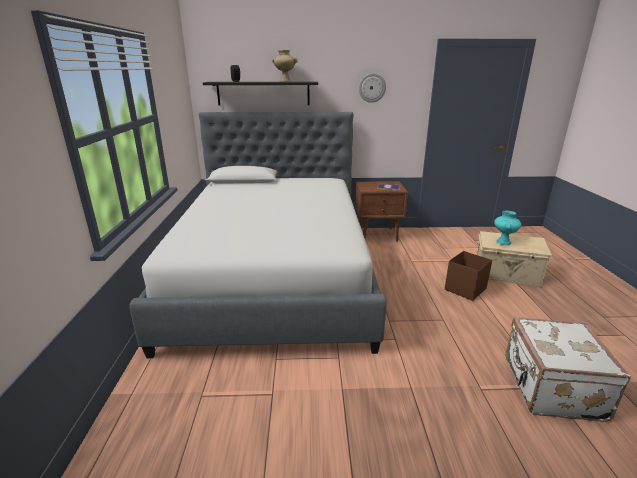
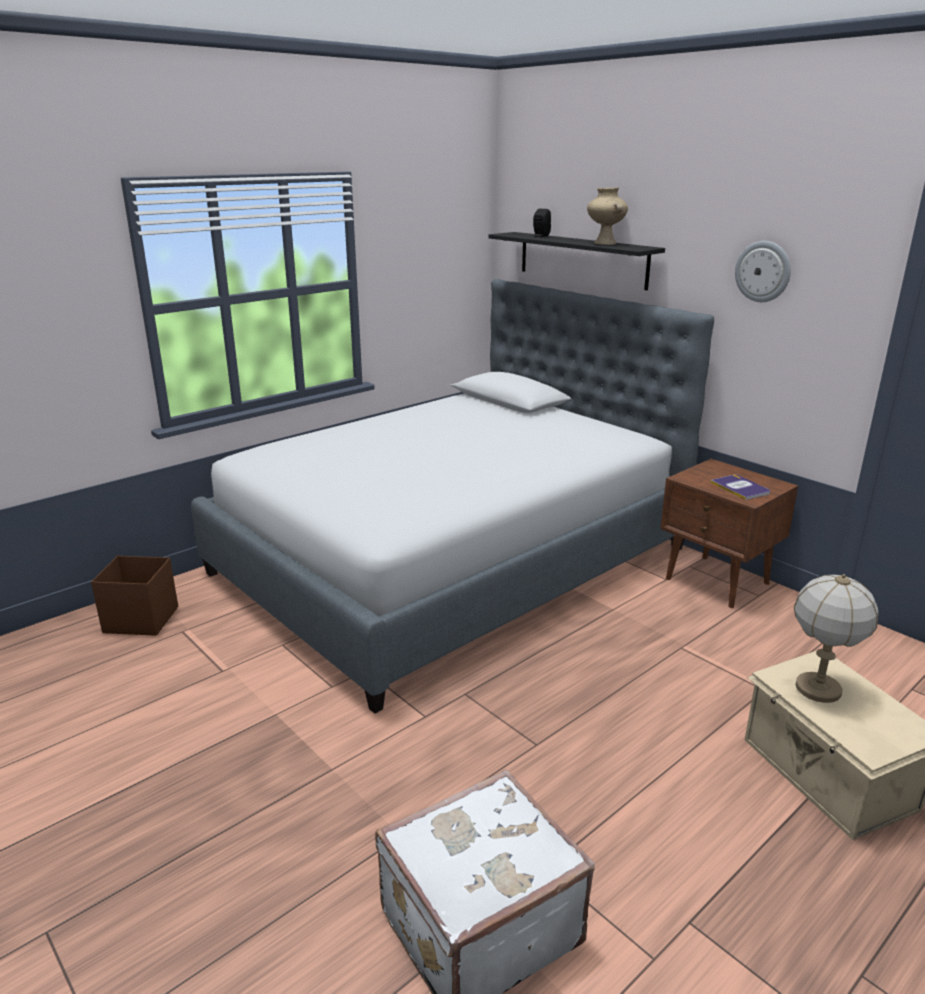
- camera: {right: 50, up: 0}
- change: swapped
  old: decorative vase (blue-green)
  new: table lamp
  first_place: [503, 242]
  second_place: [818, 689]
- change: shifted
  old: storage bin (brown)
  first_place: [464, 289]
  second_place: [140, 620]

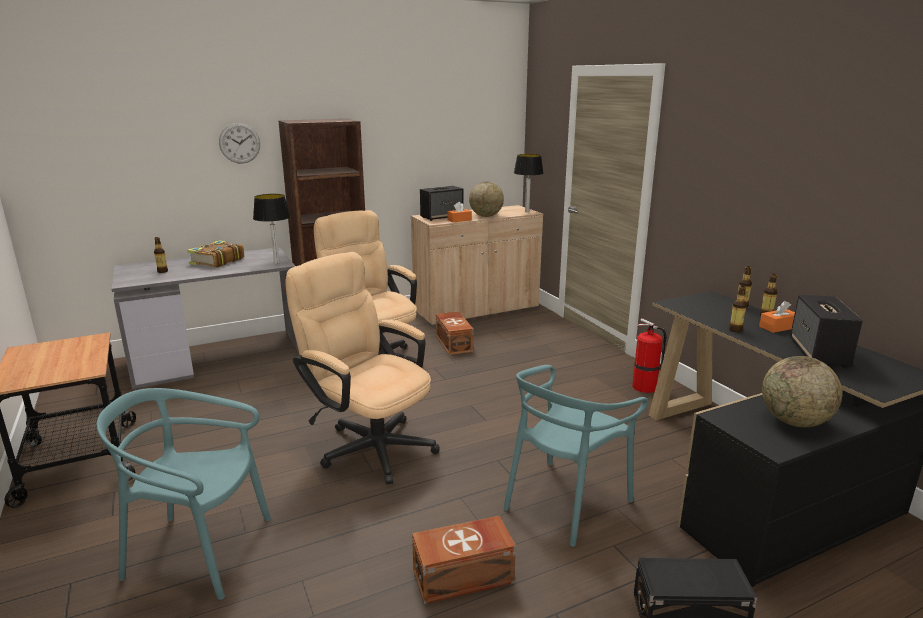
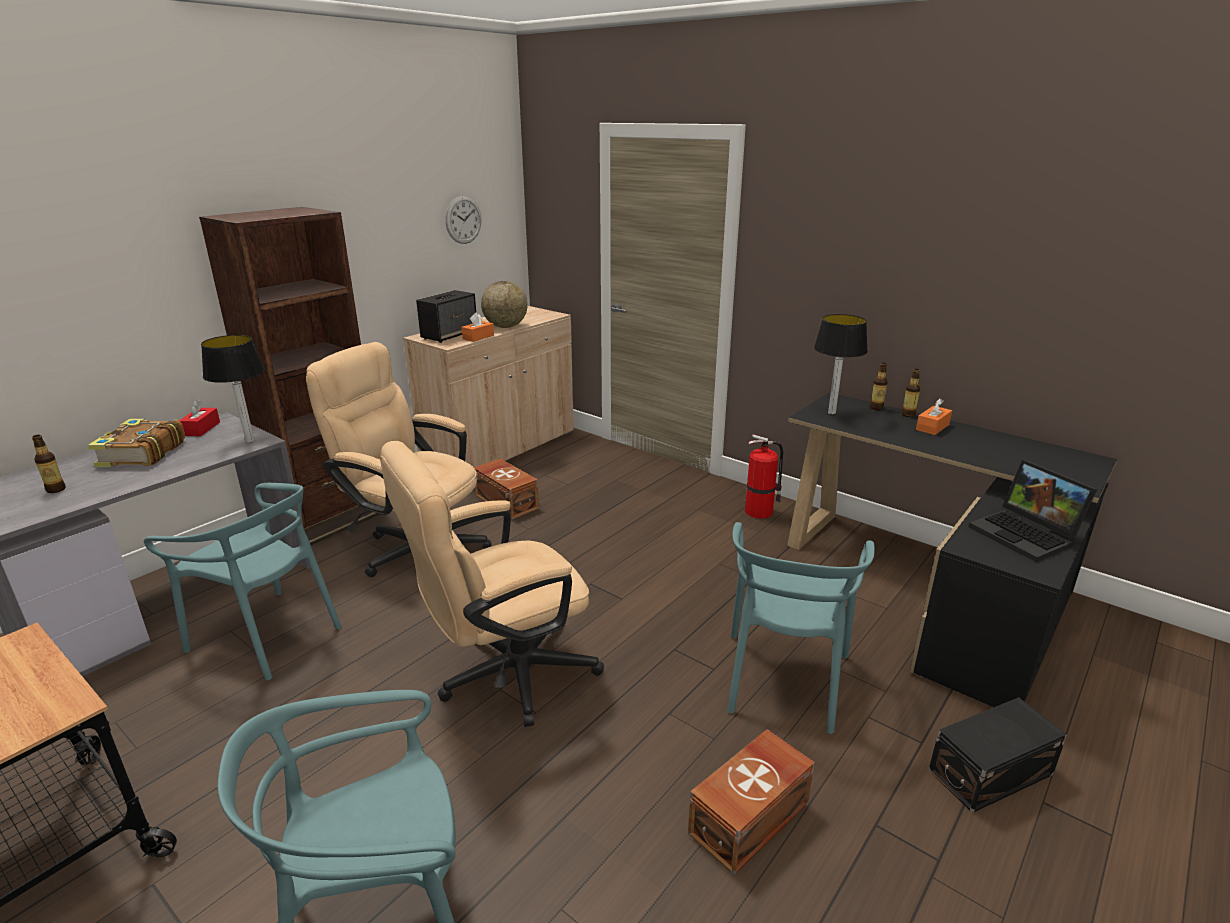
- camera: {right: -25, up: 5}
- change: shifted
  old: wall clock
  first_place: [239, 143]
  second_place: [463, 220]
- change: shifted
  old: table lamp
  first_place: [527, 212]
  second_place: [832, 413]
- change: rotated
  old: computer chair (sand-coloured)
  first_place: [369, 444]
  second_place: [504, 675]
  degrees: -45
- change: gone
  old: drink bottle
  first_place: [735, 330]
- change: gone
  old: speaker
  first_place: [819, 353]
- change: swapped
  old: globe
  new: portable computer
  first_place: [794, 422]
  second_place: [1026, 535]
- change: new
  new: tissue box (red)
  second_place: [201, 429]
- change: new
  new: plain chair (blue-green)
  second_place: [267, 635]

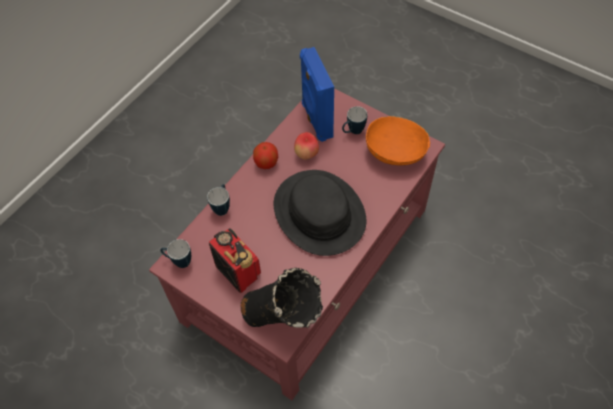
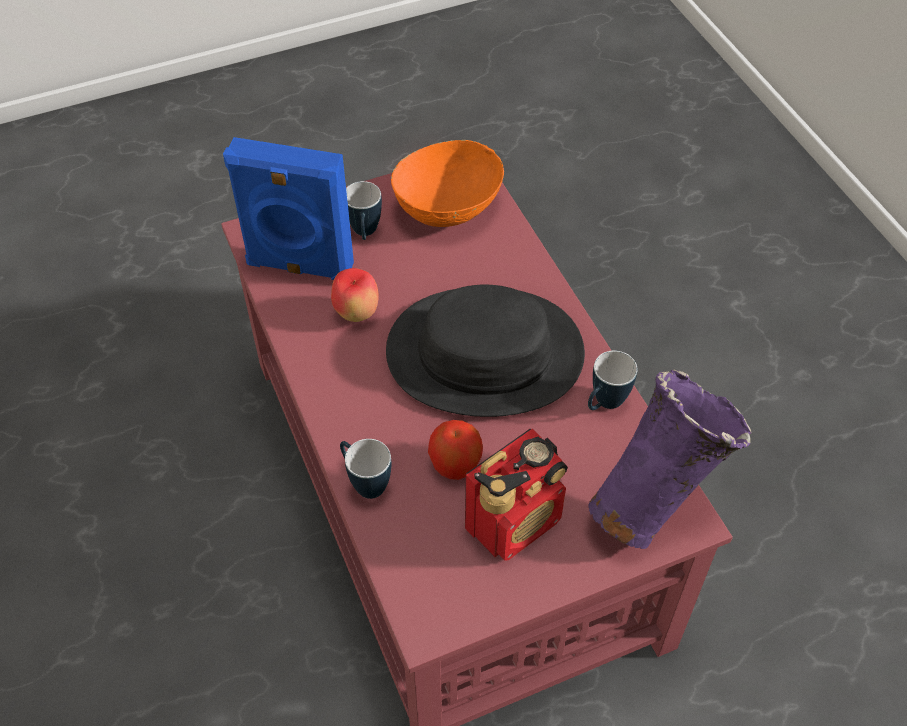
- camera: {right: -60, up: -5}
- change: shifted
  old: apple fruit
  first_place: [266, 163]
  second_place: [455, 464]
- change: rotated
  old: radio set
  first_place: [238, 271]
  second_place: [514, 522]
  degrees: 150
- change: shifted
  old: mug
  first_place: [179, 261]
  second_place: [604, 404]
- change: repainted
  old: decorative vase (black-coloured)
  new: decorative vase (purple-coloured)
  first_place: [284, 321]
  second_place: [656, 502]

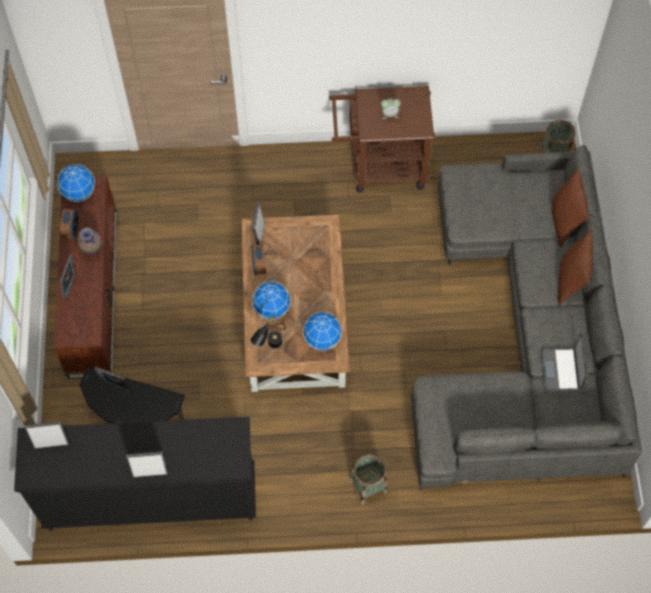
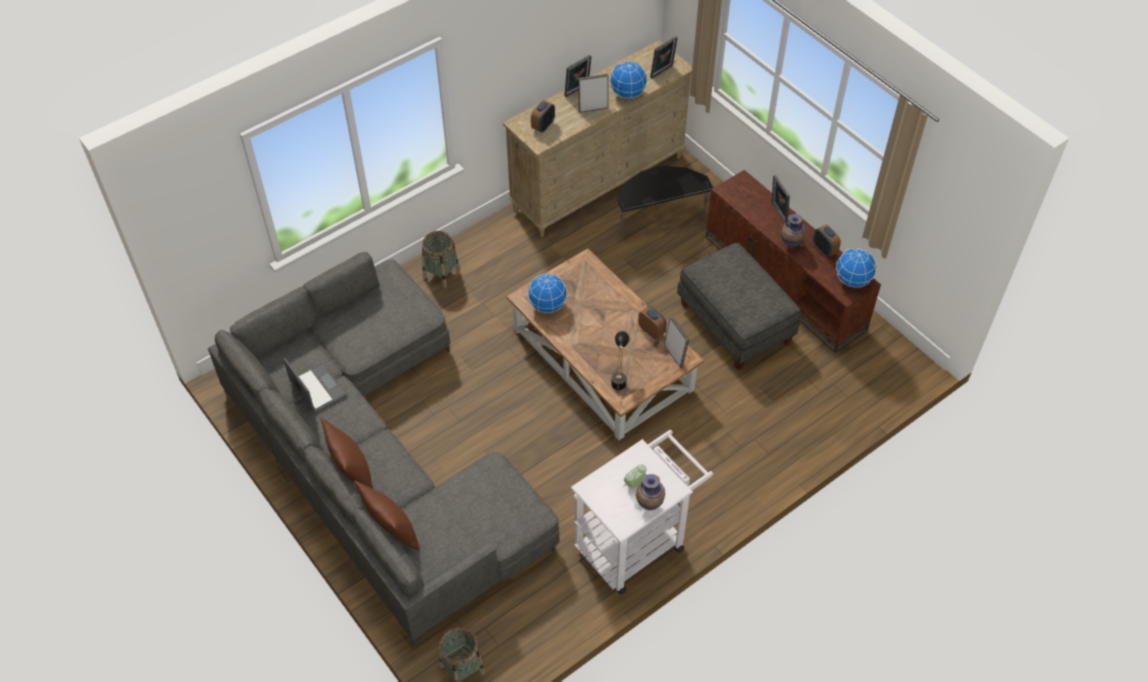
- camera: {right: 145, up: -10}
- change: repainted
  old: trolley (brown)
  new: trolley (white)
  first_place: [380, 167]
  second_place: [637, 541]
- change: shifted
  old: globe
  first_place: [272, 309]
  second_place: [627, 94]
- change: shifted
  old: table lamp (black-coloured)
  first_place: [270, 346]
  second_place: [619, 378]
- change: shifted
  old: photo frame
  first_place: [116, 388]
  second_place: [593, 108]
- change: repainted
  old: chest of drawers (black-coloured)
  new: chest of drawers (sand-coloured)
  first_place: [150, 499]
  second_place: [599, 182]
- change: new
  new: bedside clock
  second_place: [543, 126]
- change: new
  new: ottoman (gray)
  second_place: [736, 323]
- change: new
  new: decorative vase
  second_place: [649, 505]

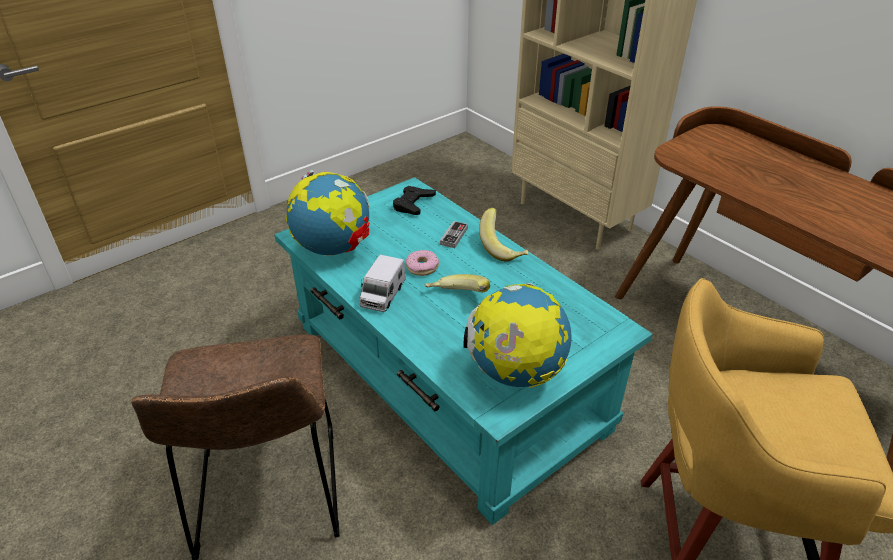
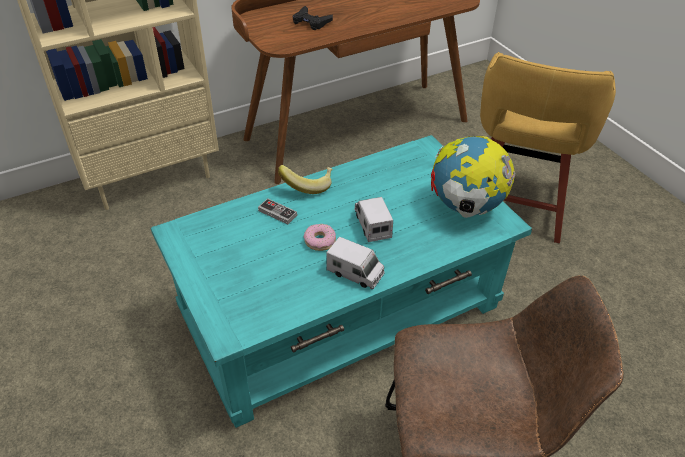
- camera: {right: -80, up: 5}
- change: gone
  old: globe
  first_place: [333, 248]
- change: shifted
  old: joypad (black-coloured)
  first_place: [413, 204]
  second_place: [311, 22]
- change: swapped
  old: banana
  new: model truck
  first_place: [456, 299]
  second_place: [372, 225]

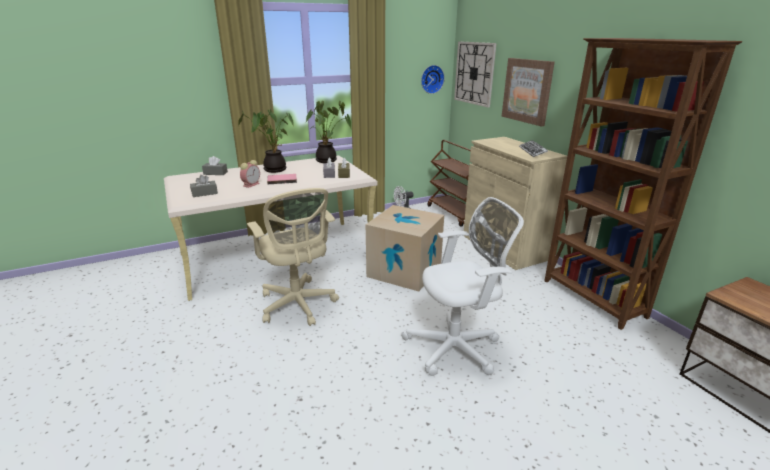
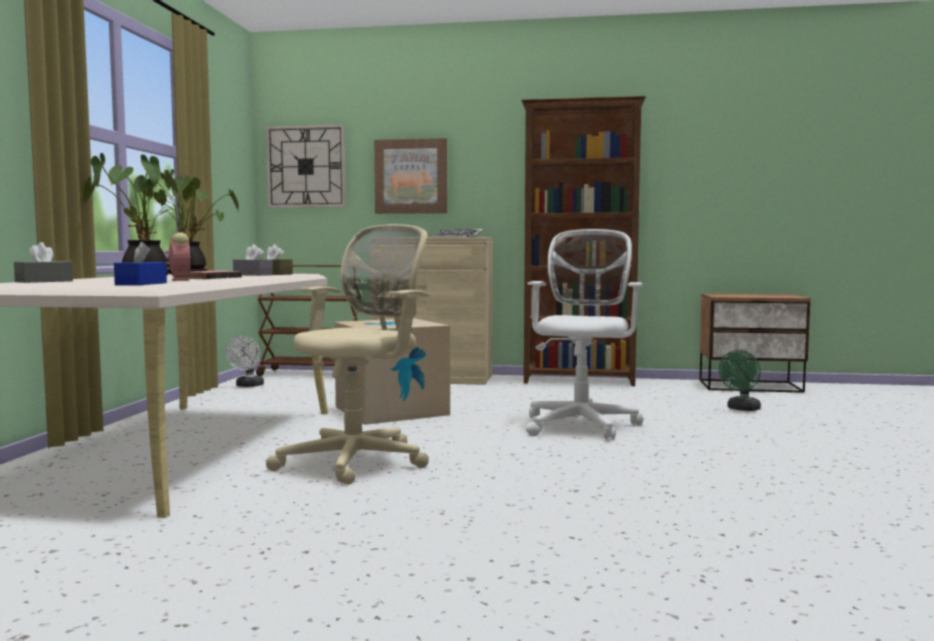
- camera: {right: -55, up: -20}
- change: gone
  old: wall clock
  first_place: [431, 79]
- change: repainted
  old: tissue box (gray)
  new: tissue box (blue-coloured)
  first_place: [204, 193]
  second_place: [141, 284]
- change: rotated
  old: computer chair (sand-coloured)
  first_place: [298, 305]
  second_place: [358, 460]
  degrees: -60
- change: new
  new: fan (green-coloured)
  second_place: [741, 409]

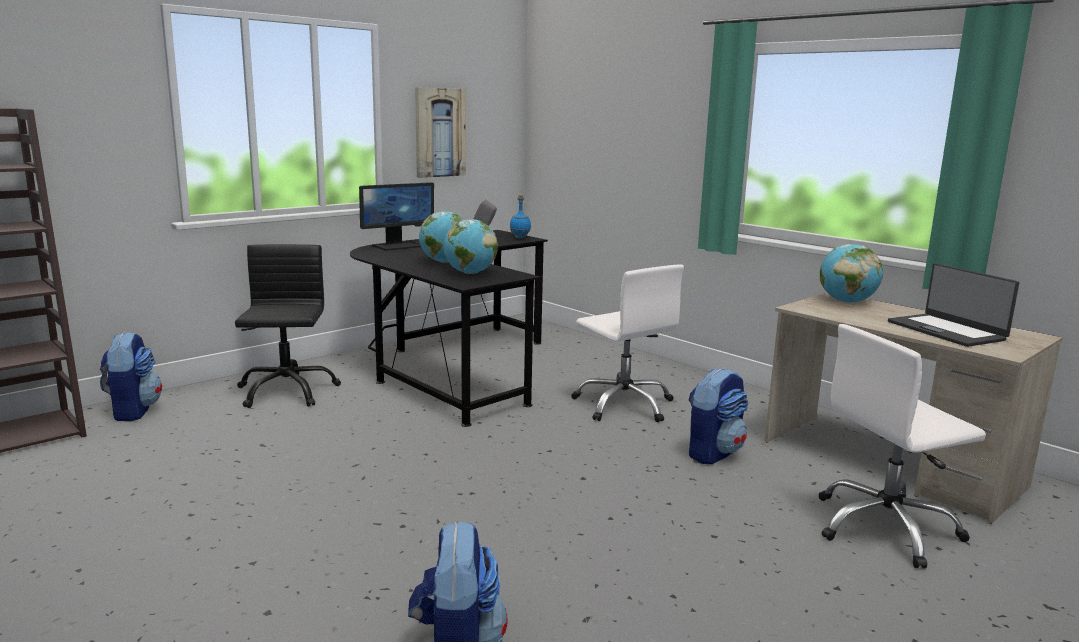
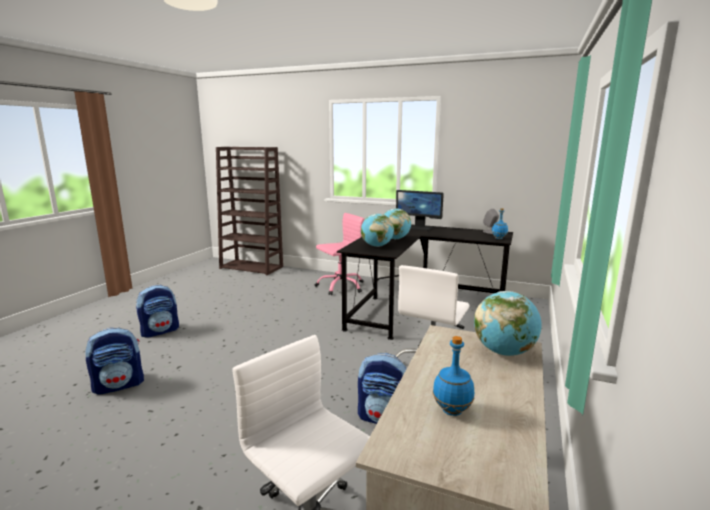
- camera: {right: 65, up: 0}
- change: gone
  old: picture
  first_place: [439, 132]
- change: repainted
  old: computer chair (black-coloured)
  new: computer chair (pink-coloured)
  first_place: [286, 391]
  second_place: [340, 286]
- change: swapped
  old: portable computer
  new: drink bottle (blue-coloured)
  first_place: [946, 331]
  second_place: [452, 411]
- change: shifted
  old: backpack
  first_place: [133, 411]
  second_place: [160, 331]

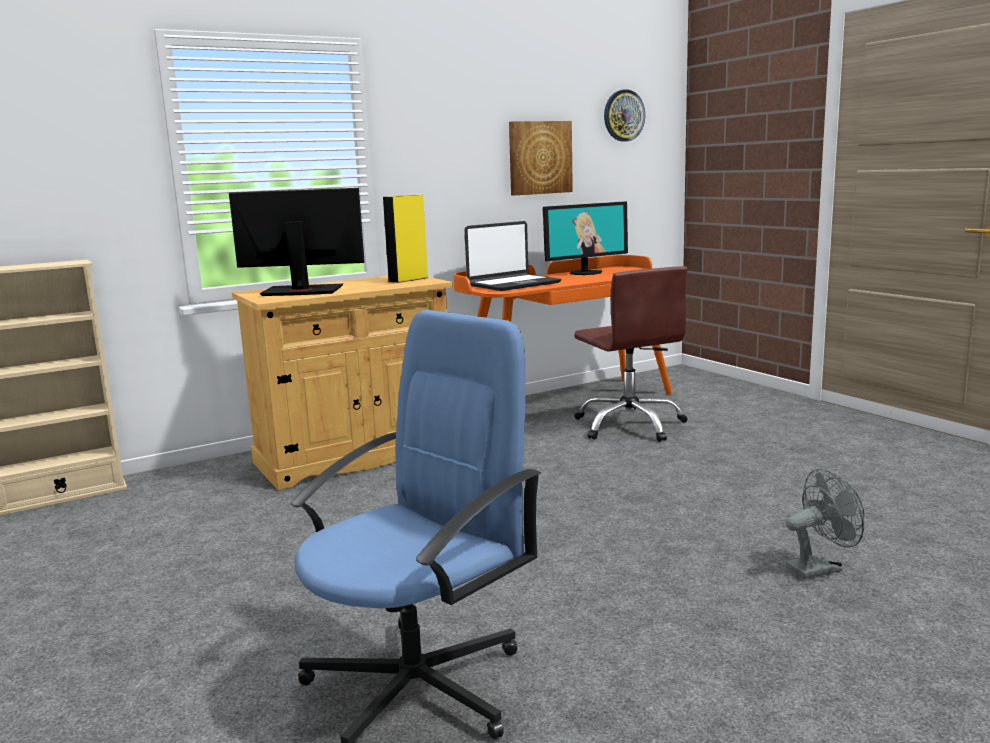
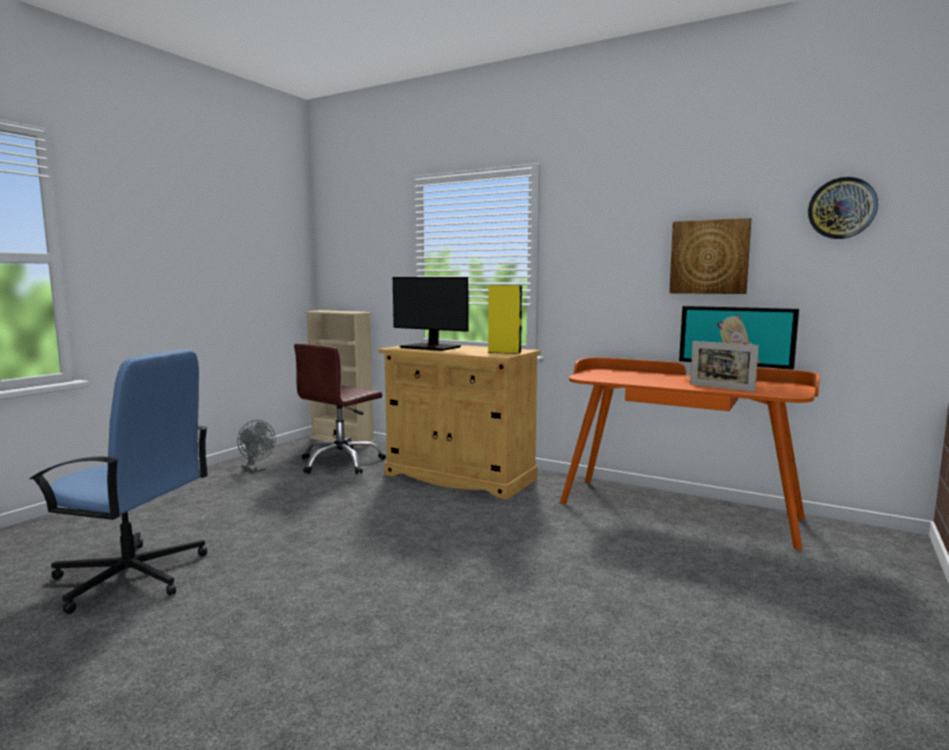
- camera: {right: 60, up: -5}
- change: rotated
  old: computer screen
  first_place: [302, 291]
  second_place: [431, 347]
  degrees: 150
- change: gone
  old: portable computer
  first_place: [513, 284]
- change: shifted
  old: computer chair (brown)
  first_place: [630, 425]
  second_place: [341, 462]
- change: shifted
  old: fan (gray)
  first_place: [820, 568]
  second_place: [256, 470]
- change: new
  new: photo frame
  second_place: [721, 388]

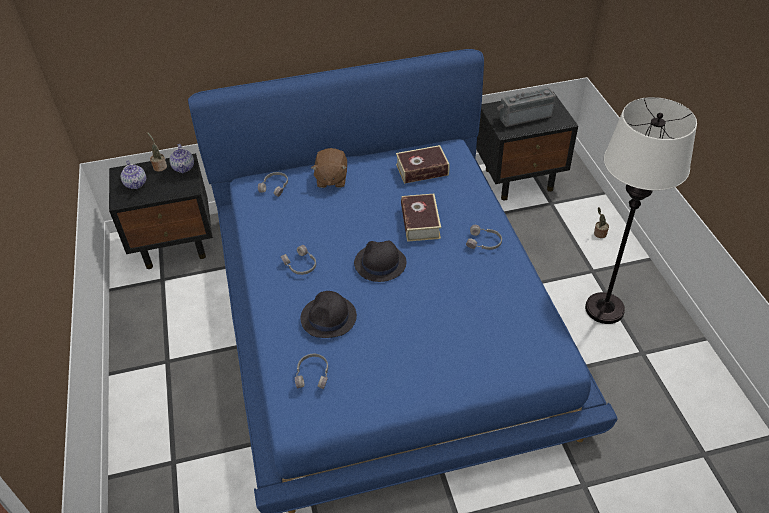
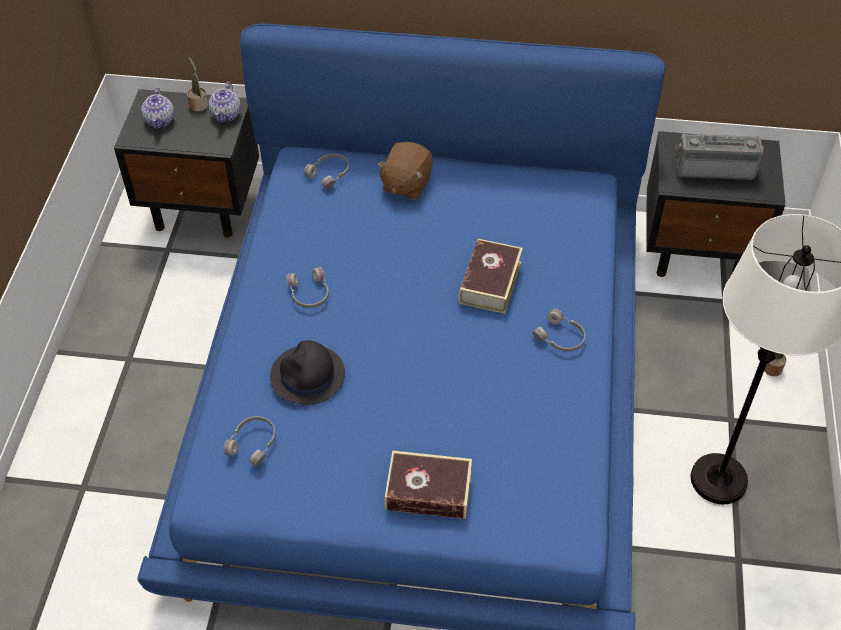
- camera: {right: 20, up: 5}
- change: shifted
  old: book
  first_place: [422, 170]
  second_place: [428, 491]
- change: gone
  old: hat (black-coloured)
  first_place: [379, 263]

